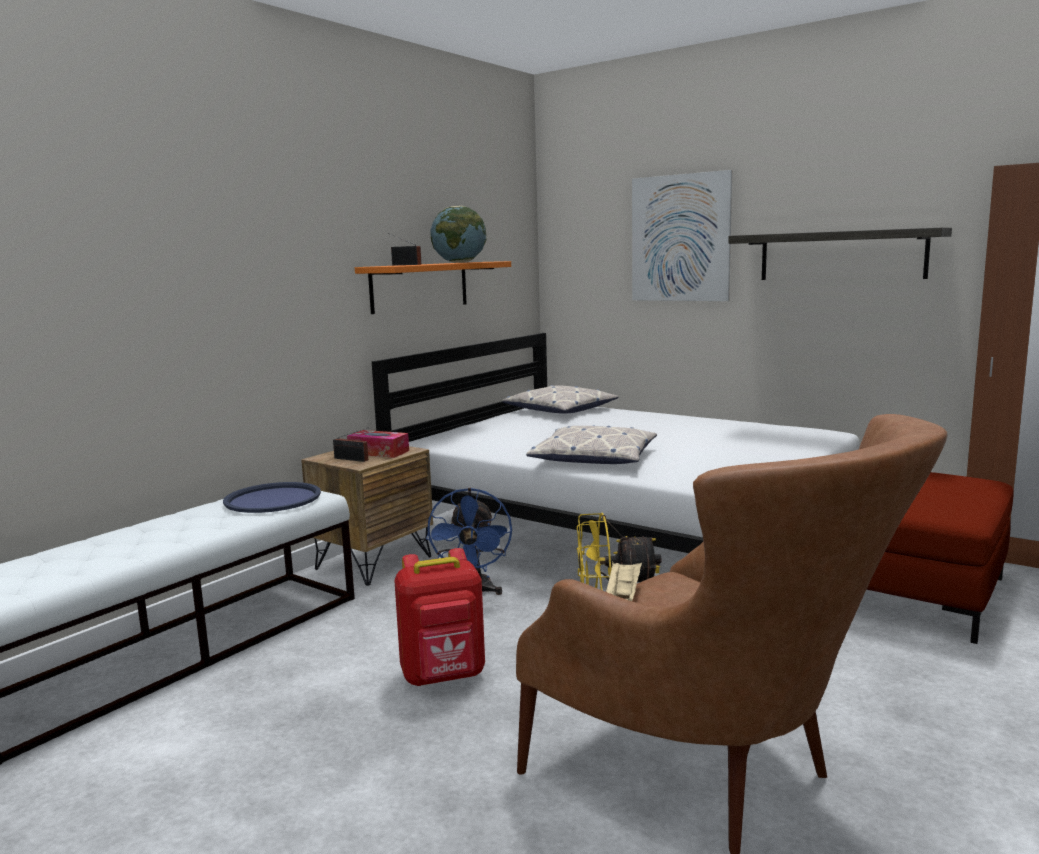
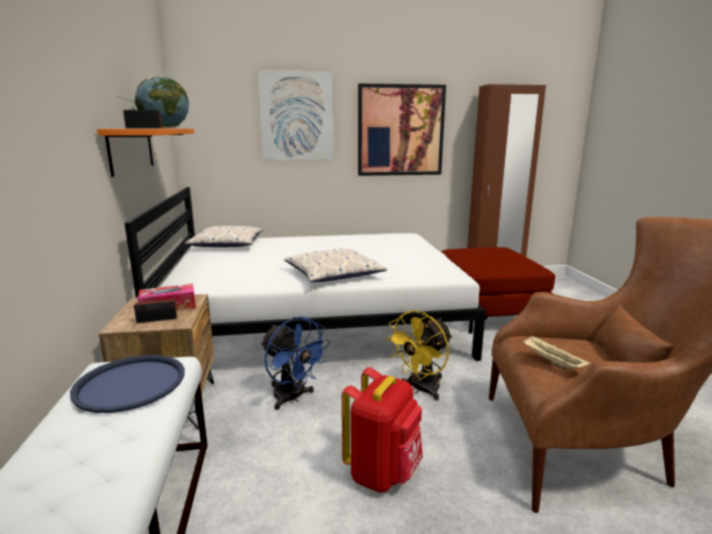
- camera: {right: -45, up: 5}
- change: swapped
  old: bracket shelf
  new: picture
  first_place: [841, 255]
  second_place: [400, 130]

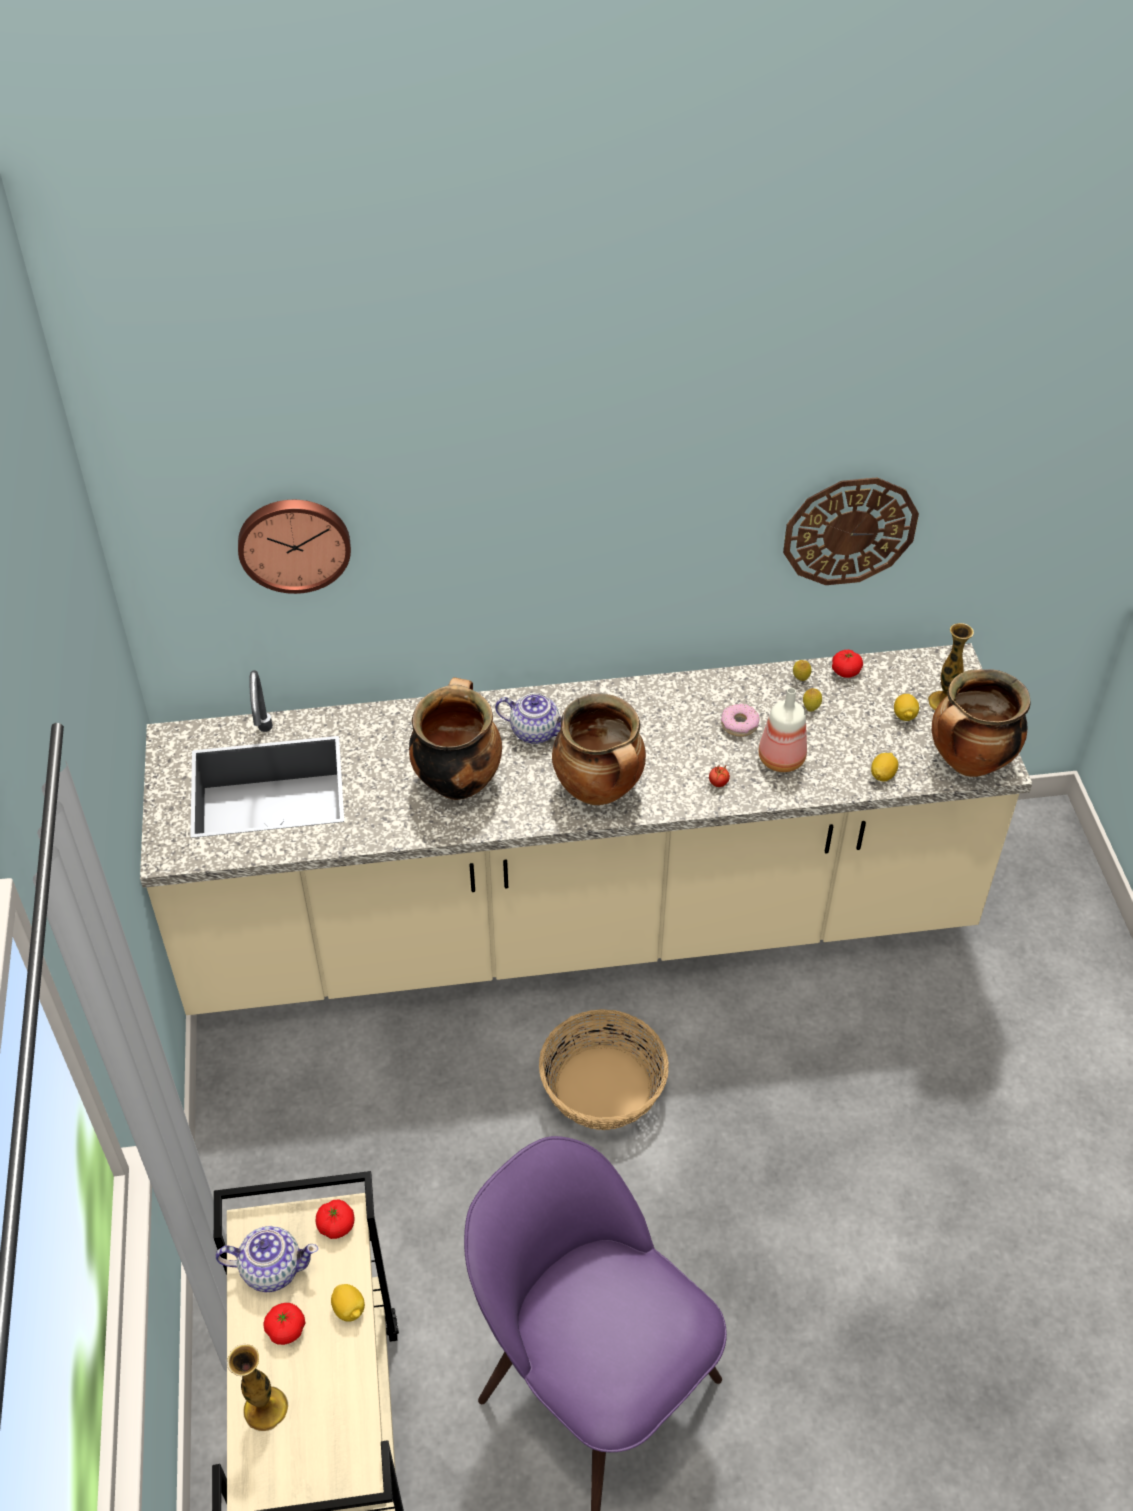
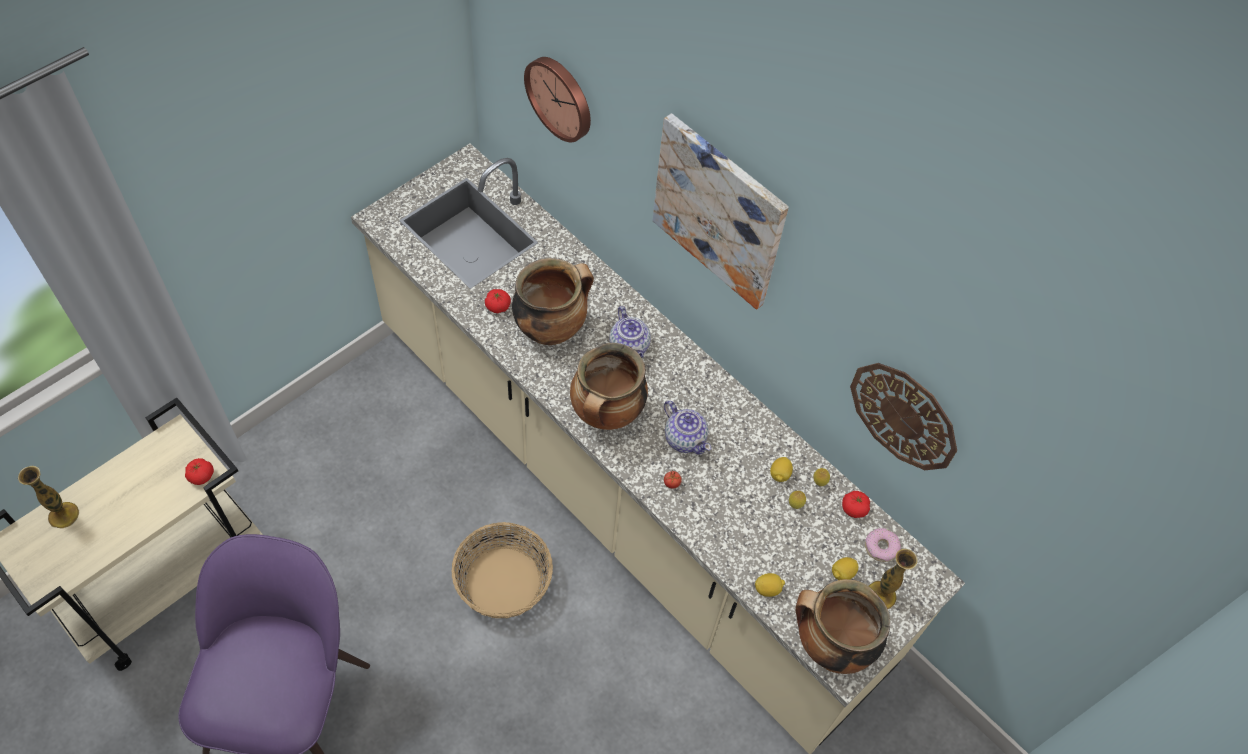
- camera: {right: 50, up: 10}
- change: gone
  old: drink bottle
  first_place: [779, 758]
- change: shifted
  old: ring doughnut
  first_place: [739, 724]
  second_place: [881, 547]
- change: shifted
  old: teapot
  first_place: [271, 1268]
  second_place: [685, 438]
- change: shifted
  old: citrus fruit
  first_place: [349, 1309]
  second_place: [779, 474]
- change: shifted
  old: whole tomato
  first_place: [286, 1329]
  second_place: [498, 306]
- change: new
  new: picture
  second_place: [719, 211]

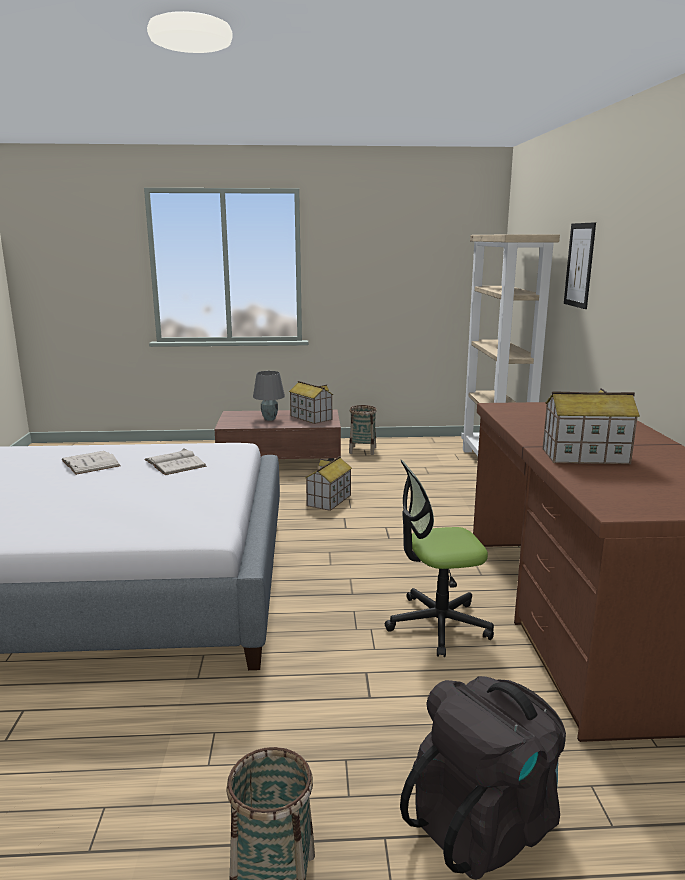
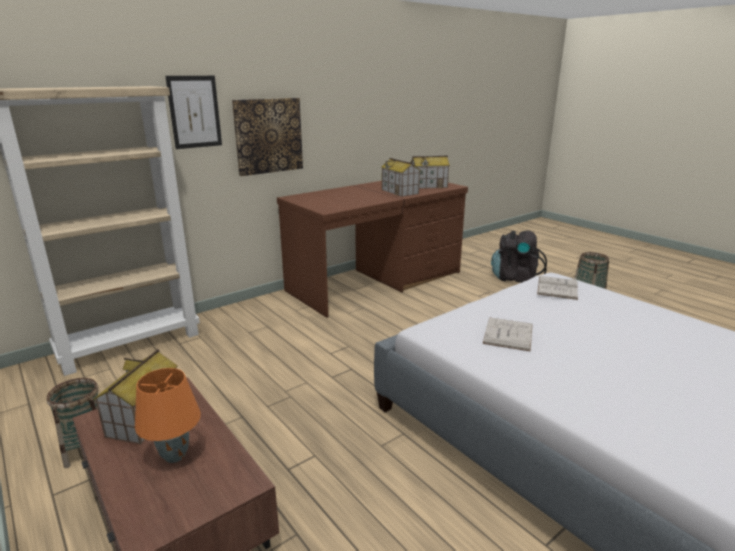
- camera: {right: -125, up: 5}
- change: repainted
  old: table lamp (gray)
  new: table lamp (orangey)
  first_place: [269, 419]
  second_place: [174, 456]
- change: shifted
  old: book (white)
  first_place: [90, 463]
  second_place: [557, 287]
- change: shifted
  old: model house
  first_place: [329, 500]
  second_place: [429, 186]
- change: gone
  old: computer chair
  first_place: [438, 624]
- change: new
  new: picture
  second_place: [268, 136]

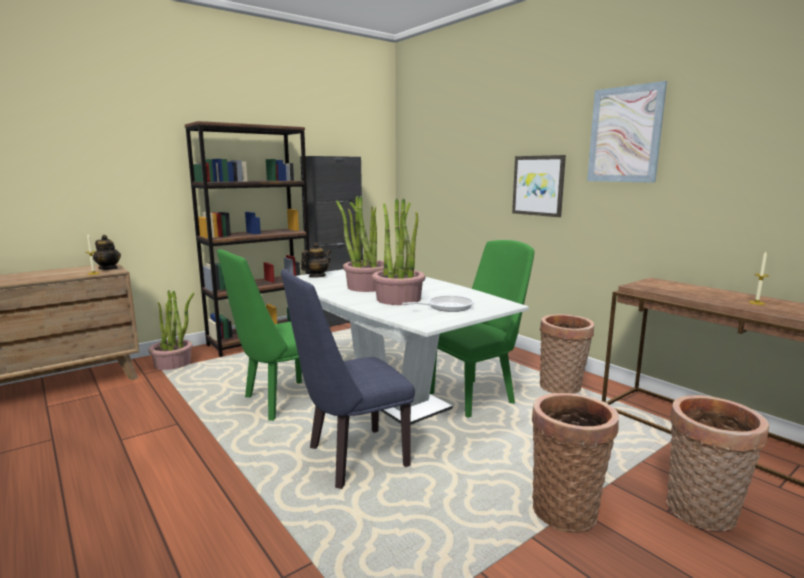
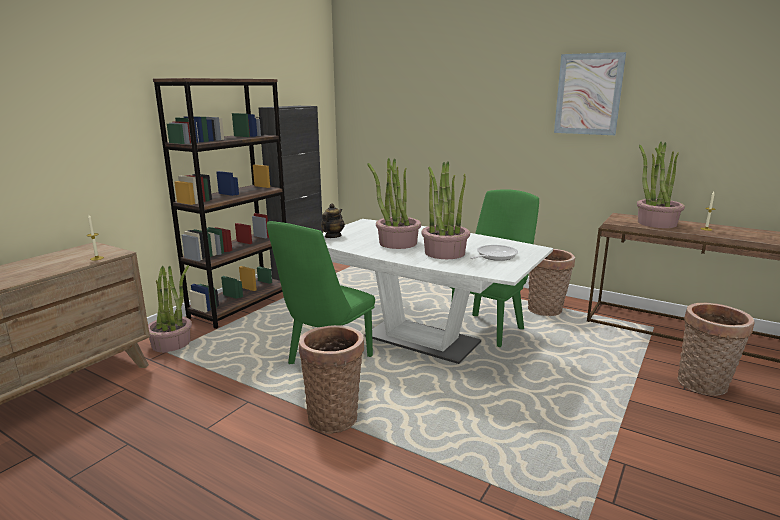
- camera: {right: -20, up: 5}
- change: gone
  old: picture
  first_place: [538, 185]
- change: gone
  old: teapot
  first_place: [108, 268]
- change: gone
  old: plain chair (blue-coloured)
  first_place: [349, 459]
- change: shifted
  old: basket
  first_place: [566, 509]
  second_place: [334, 416]
- change: new
  new: houseplant
  second_place: [656, 223]

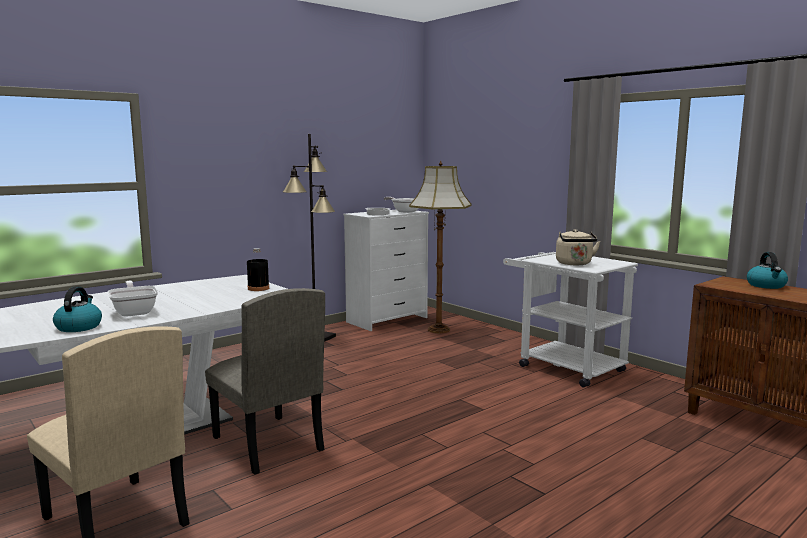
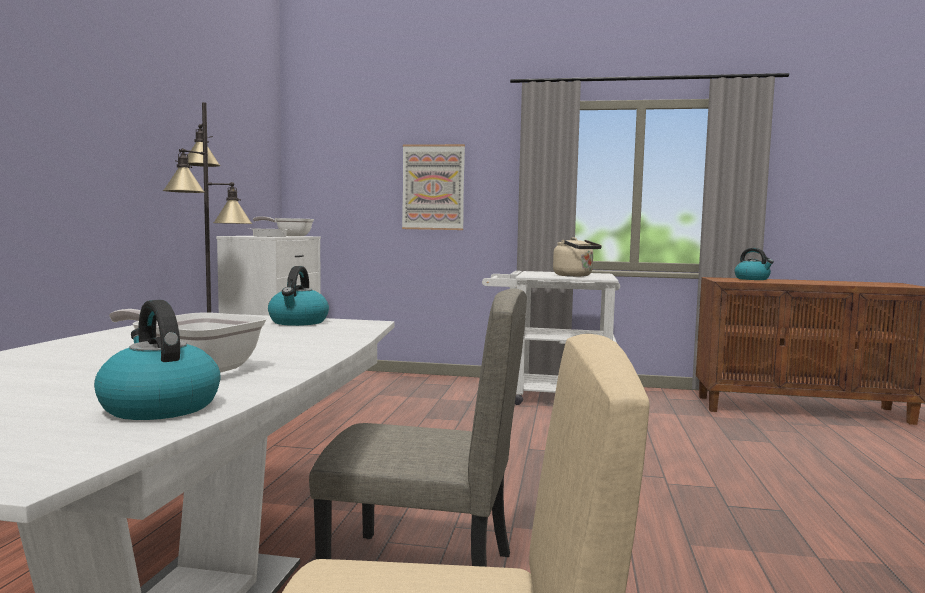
- camera: {right: -40, up: -5}
- change: gone
  old: standing lamp
  first_place: [439, 330]
- change: swapped
  old: drink bottle (black-coloured)
  new: tea kettle
  first_place: [258, 288]
  second_place: [298, 322]
- change: new
  new: picture
  second_place: [433, 187]

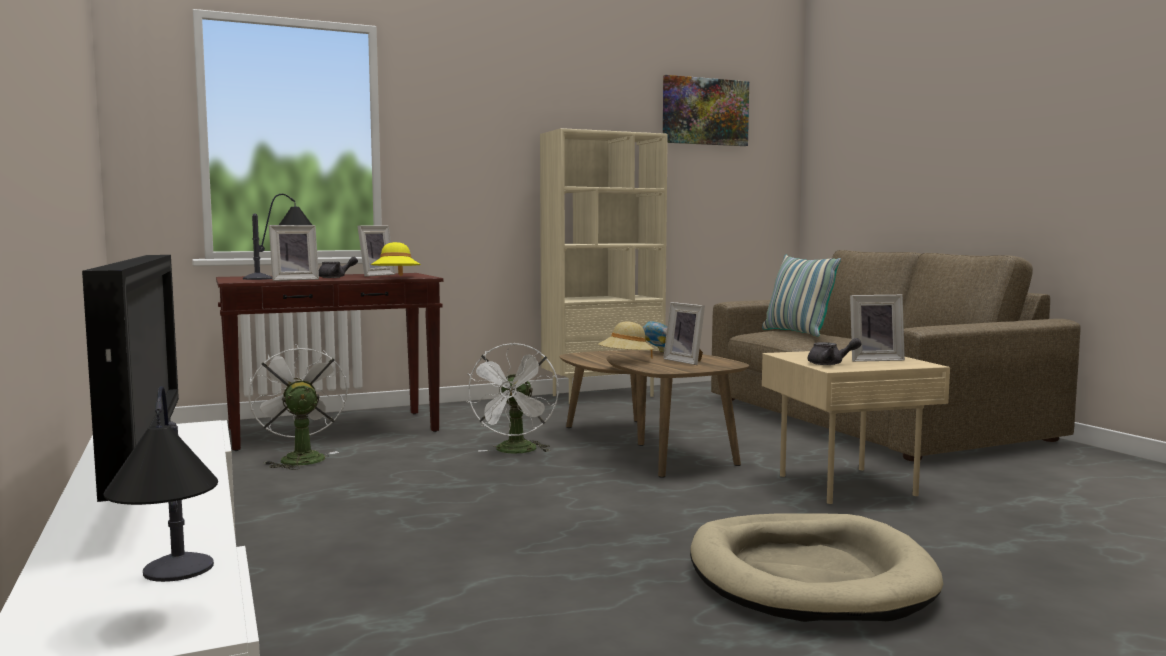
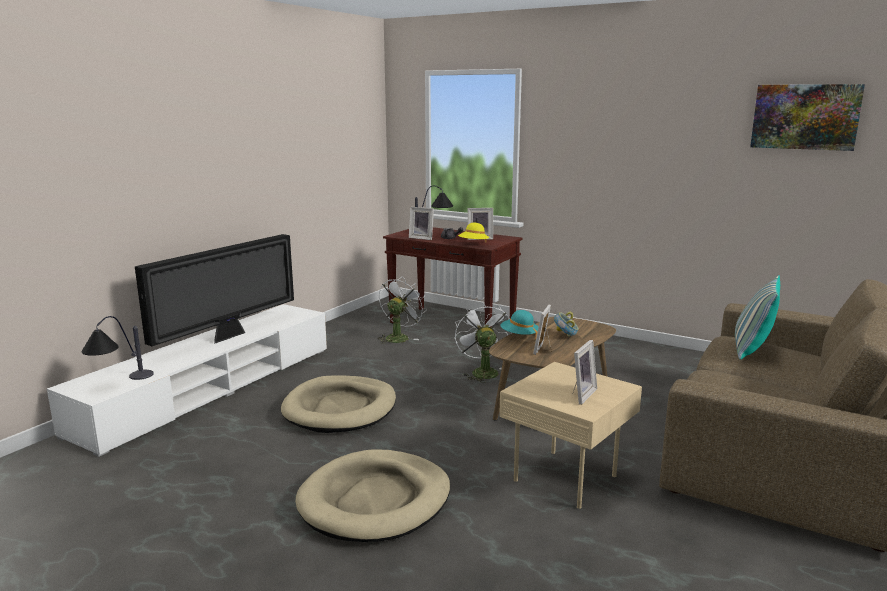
- camera: {right: 55, up: 10}
- change: gone
  old: bookshelf (sand-coloured)
  first_place: [603, 395]
- change: rotated
  old: photo frame
  first_place: [873, 359]
  second_place: [580, 395]
  degrees: -105
- change: repainted
  old: hat (sand-coloured)
  new: hat (blue-green)
  first_place: [625, 360]
  second_place: [519, 336]
- change: gone
  old: teapot (gray)
  first_place: [830, 364]
- change: rotated
  old: fan (white)
  first_place: [516, 452]
  second_place: [482, 371]
  degrees: 105
- change: new
  new: pet bed (sand-coloured)
  second_place: [340, 408]

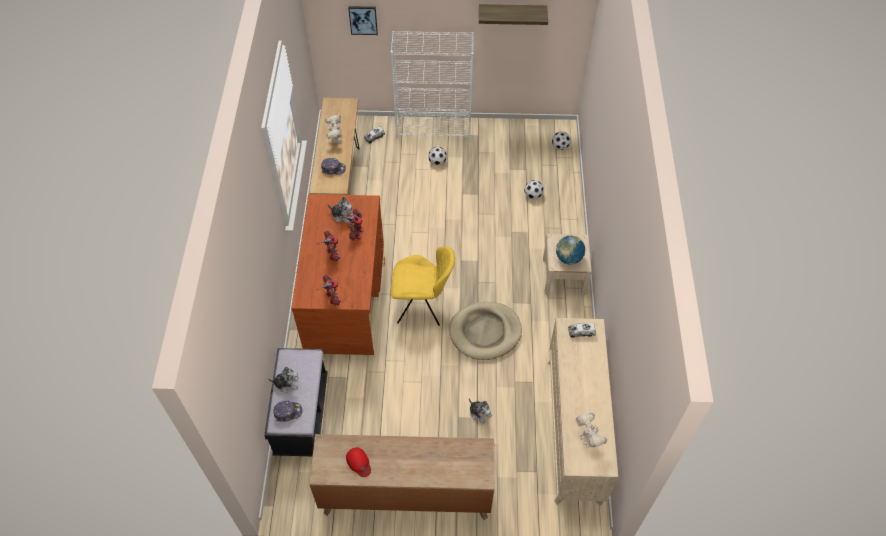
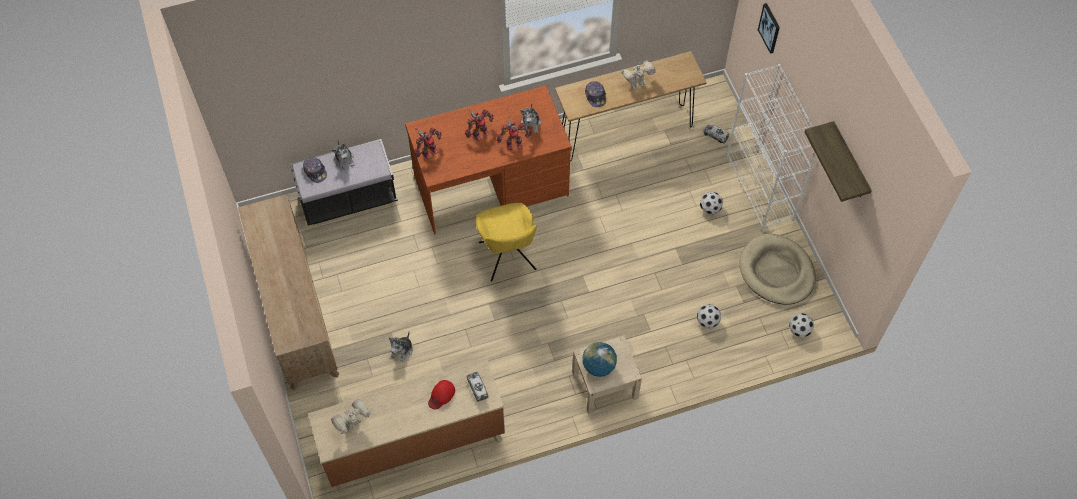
- camera: {right: 70, up: 5}
- change: shifted
  old: pet bed (sand-coloured)
  first_place: [485, 332]
  second_place: [776, 271]
- change: shifted
  old: peaked cap (red)
  first_place: [359, 462]
  second_place: [441, 395]

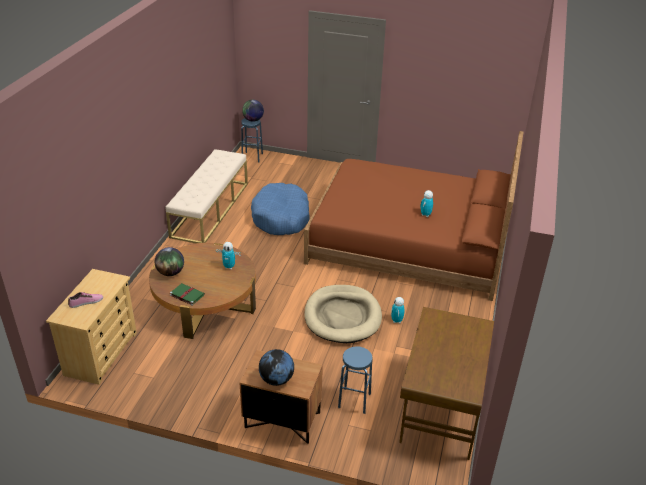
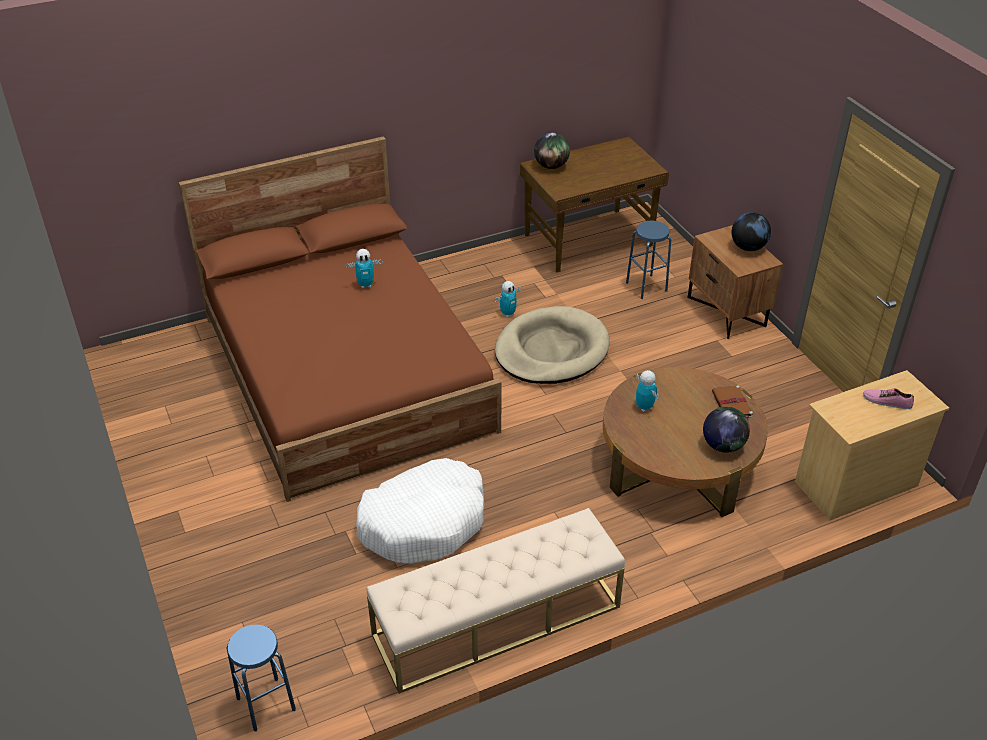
- camera: {right: -130, up: 5}
- change: shifted
  old: globe
  first_place: [253, 120]
  second_place: [551, 166]
- change: repainted
  old: pet bed (blue-coloured)
  new: pet bed (white)
  first_place: [281, 217]
  second_place: [424, 522]
- change: repainted
  old: book (green-coloured)
  new: book (brown)
  first_place: [186, 295]
  second_place: [732, 405]

